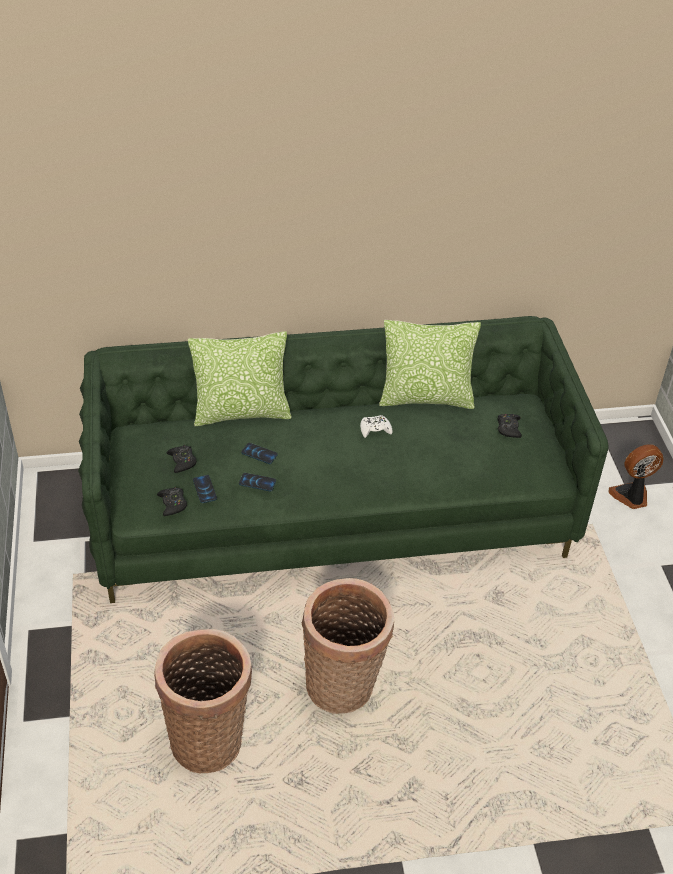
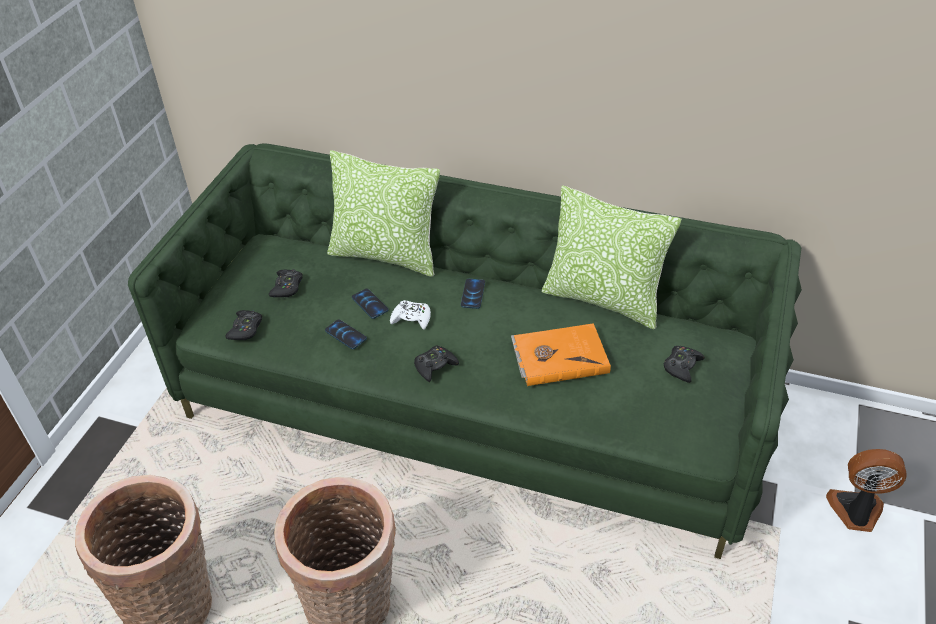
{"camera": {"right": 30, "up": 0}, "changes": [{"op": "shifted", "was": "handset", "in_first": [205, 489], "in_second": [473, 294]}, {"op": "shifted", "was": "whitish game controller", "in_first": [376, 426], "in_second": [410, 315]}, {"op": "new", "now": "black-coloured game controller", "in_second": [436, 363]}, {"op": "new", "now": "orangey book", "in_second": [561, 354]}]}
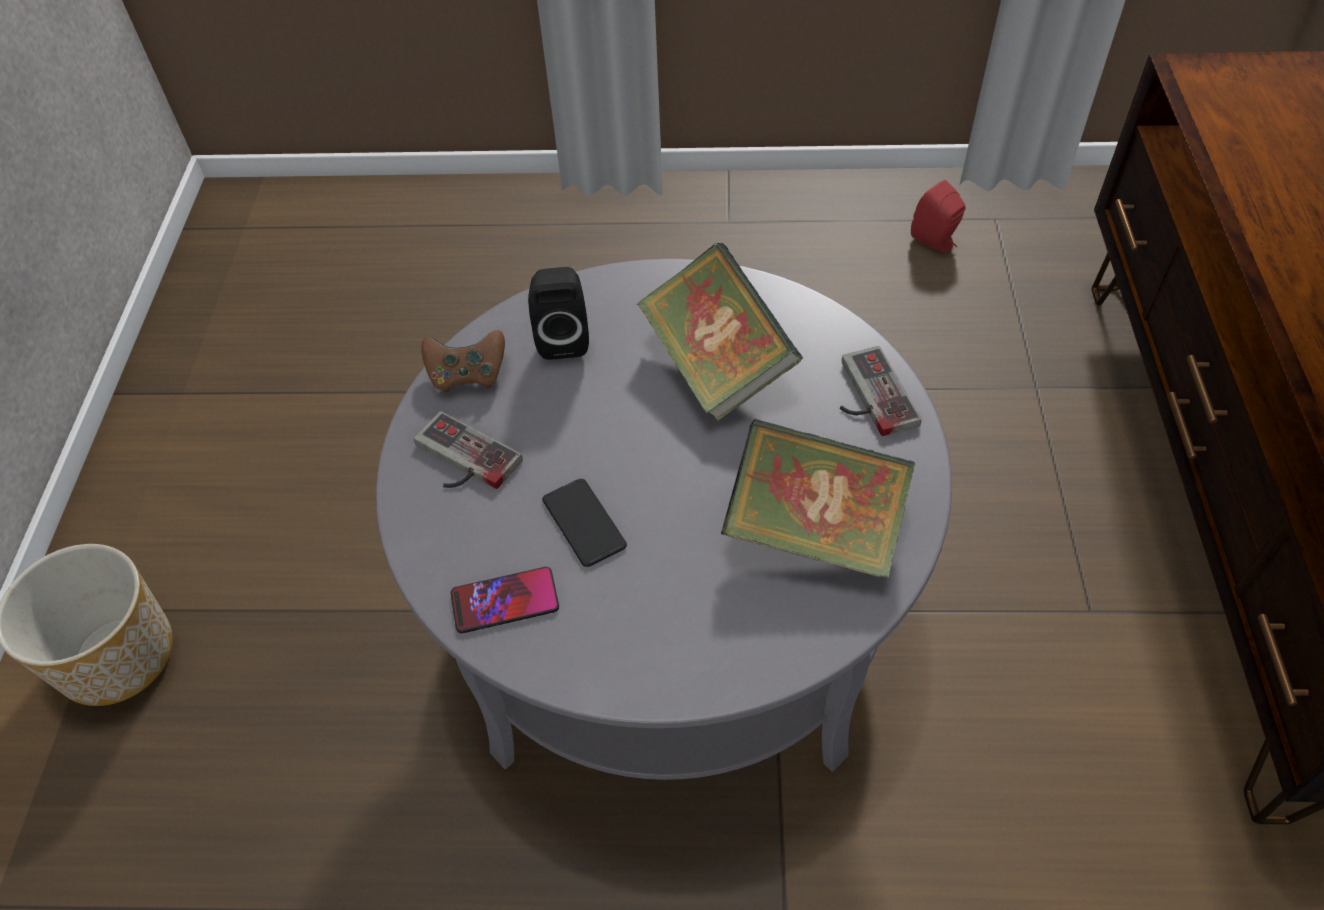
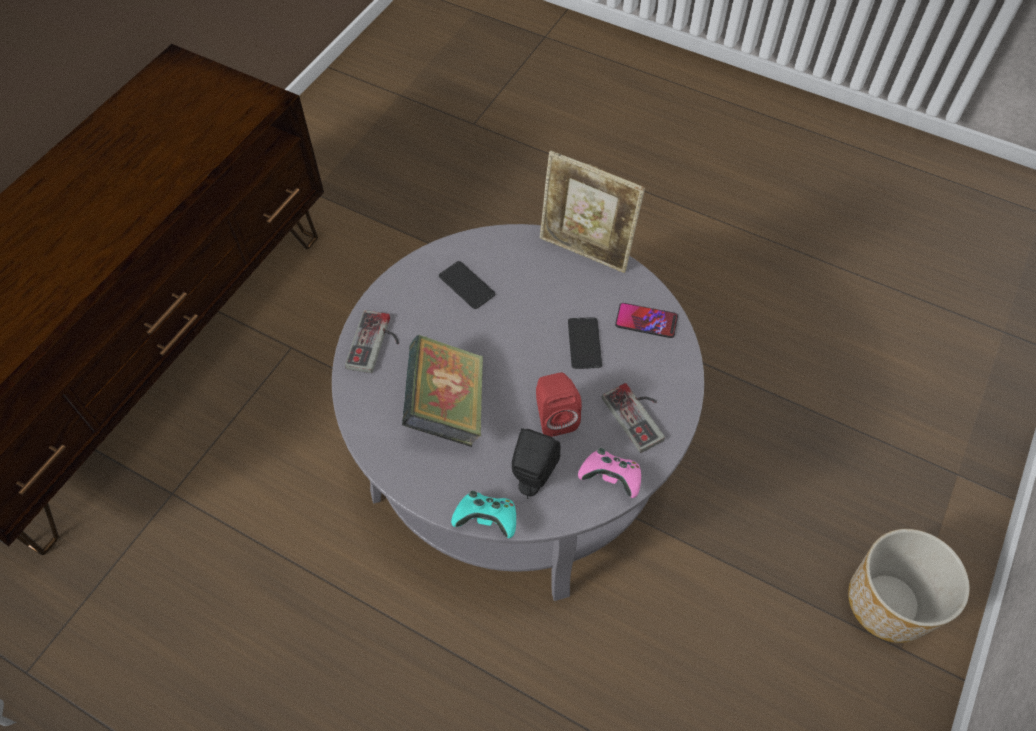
{"camera": {"right": -155, "up": 5}, "changes": [{"op": "repainted", "was": "brown game controller", "now": "pink-coloured game controller", "in_first": [463, 361], "in_second": [609, 473]}, {"op": "swapped", "was": "book", "now": "handset", "in_first": [818, 498], "in_second": [467, 285]}, {"op": "shifted", "was": "red-coloured loudspeaker", "in_first": [938, 215], "in_second": [559, 404]}, {"op": "new", "now": "turquoise game controller", "in_second": [483, 514]}, {"op": "new", "now": "picture frame", "in_second": [592, 212]}]}
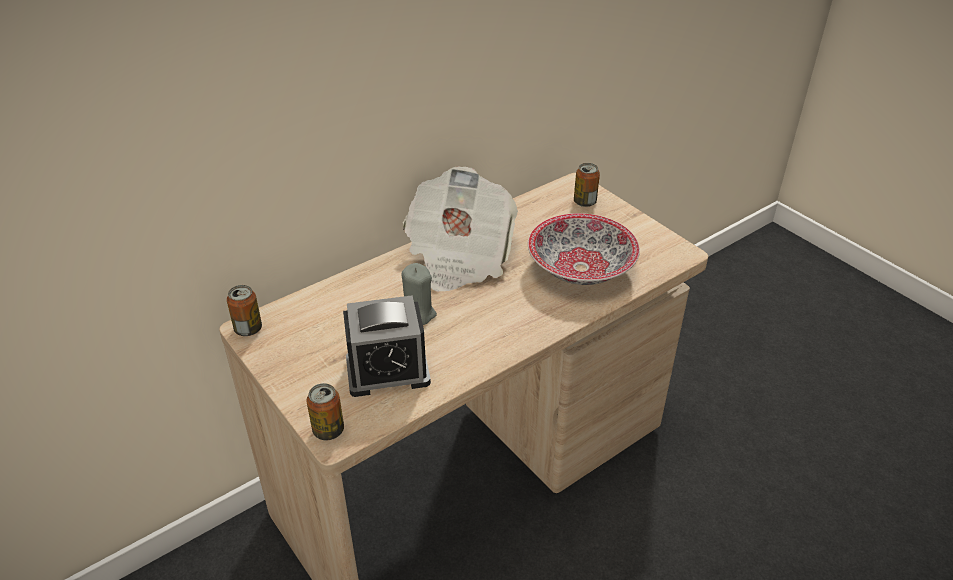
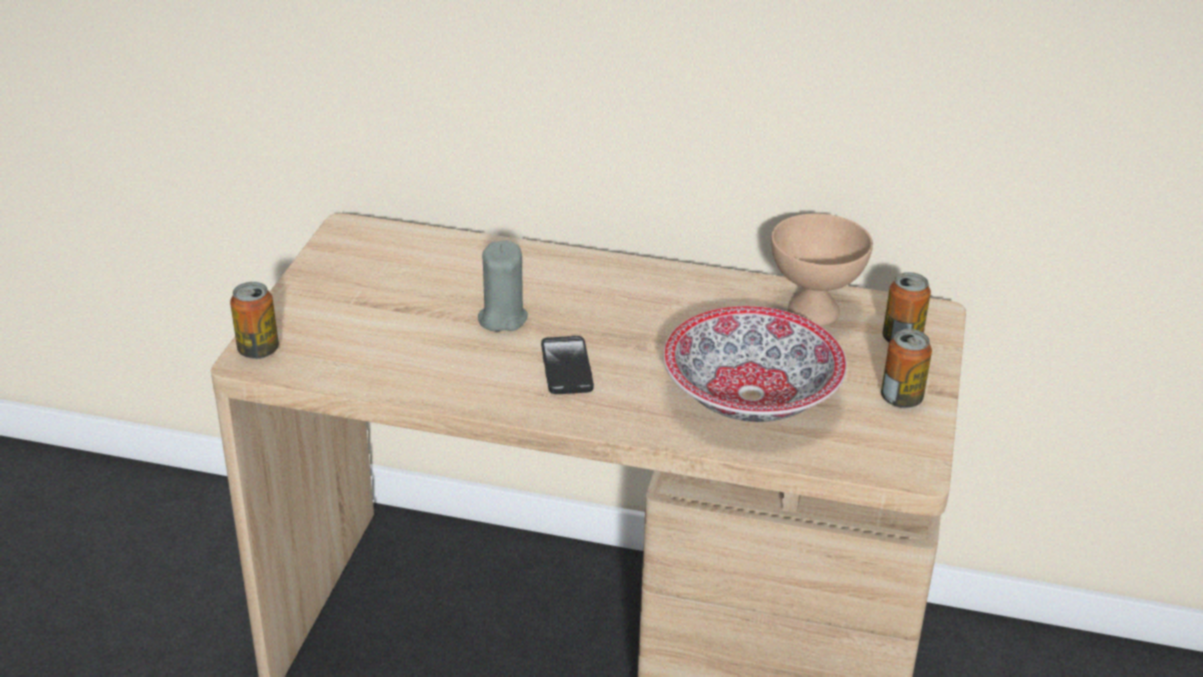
{"camera": {"right": 50, "up": -5}, "changes": [{"op": "shifted", "was": "metal can", "in_first": [244, 310], "in_second": [906, 368]}, {"op": "gone", "was": "table clock", "in_first": [387, 346]}, {"op": "gone", "was": "daily paper", "in_first": [460, 229]}, {"op": "new", "now": "handset", "in_second": [567, 365]}, {"op": "new", "now": "beige-coloured serving bowl", "in_second": [822, 269]}]}
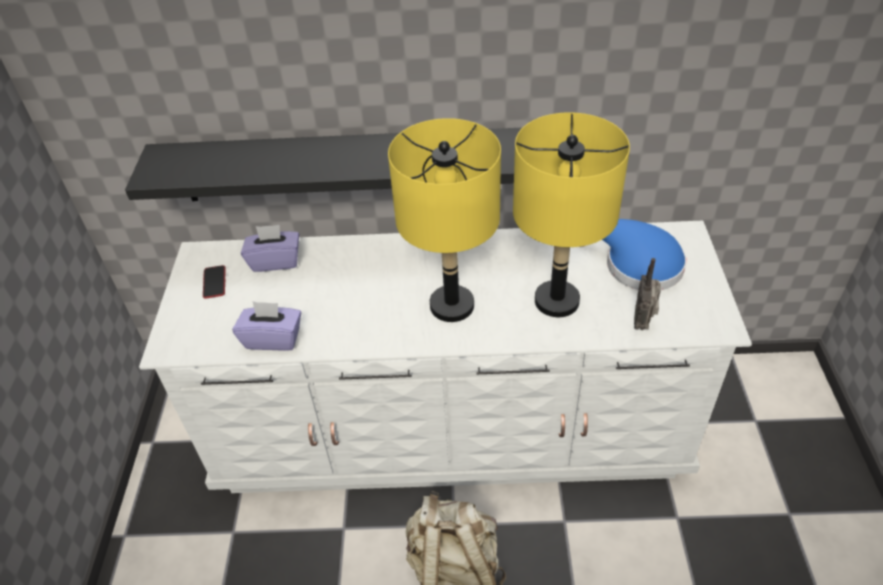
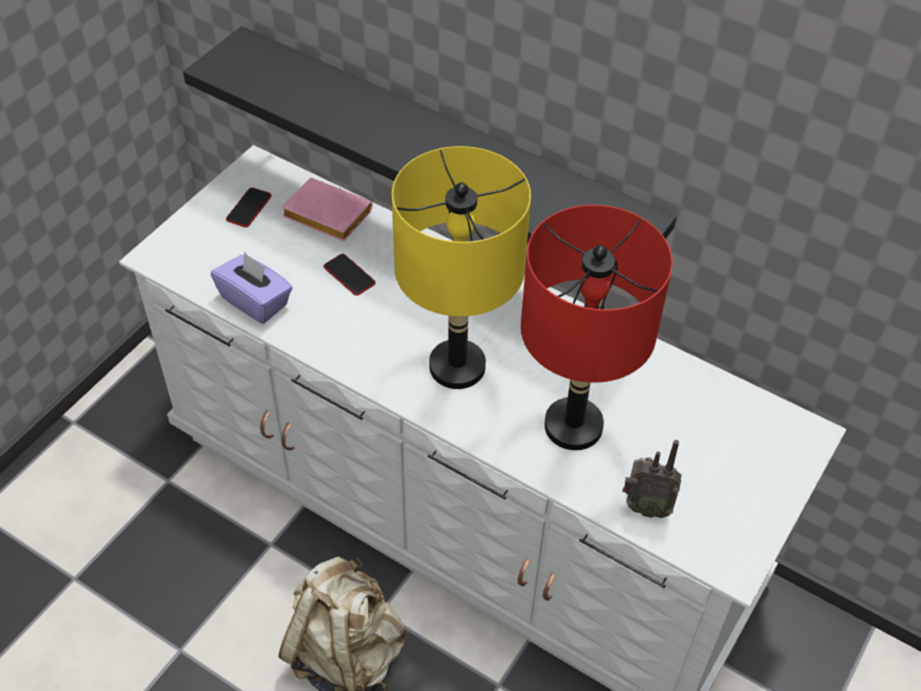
{"camera": {"right": 30, "up": 5}, "changes": [{"op": "swapped", "was": "purplish tissue holder", "now": "pink-coloured book", "in_first": [270, 248], "in_second": [327, 210]}, {"op": "repainted", "was": "yellowish tabletop lamp", "now": "red-coloured tabletop lamp", "in_first": [571, 214], "in_second": [597, 327]}, {"op": "gone", "was": "bluish hat", "in_first": [633, 254]}, {"op": "rotated", "was": "radio", "in_first": [647, 294], "in_second": [652, 479], "clockwise": -120}, {"op": "new", "now": "handset", "in_second": [350, 275]}]}
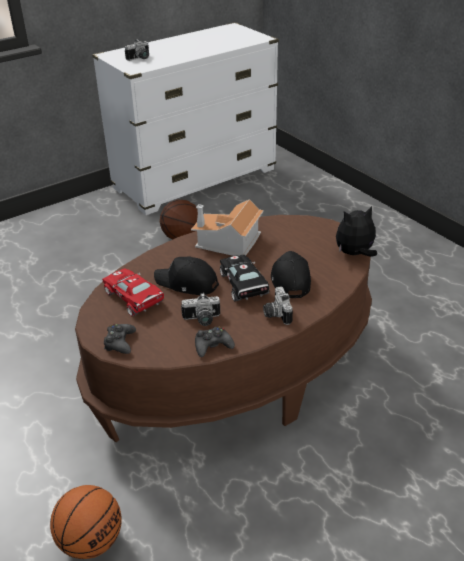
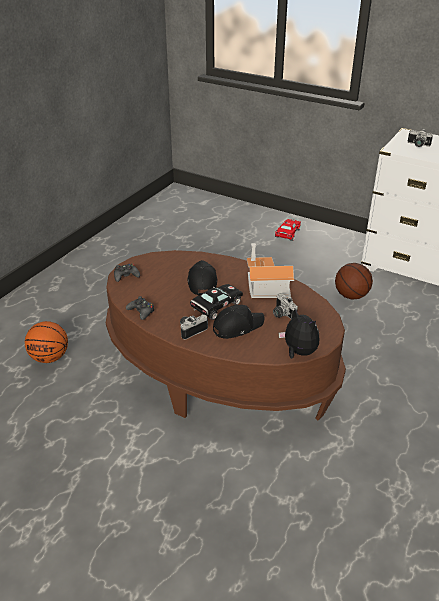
{"camera": {"right": 65, "up": 0}, "changes": [{"op": "shifted", "was": "red-coloured miniature car", "in_first": [133, 292], "in_second": [288, 230]}, {"op": "shifted", "was": "still camera", "in_first": [200, 309], "in_second": [285, 306]}]}
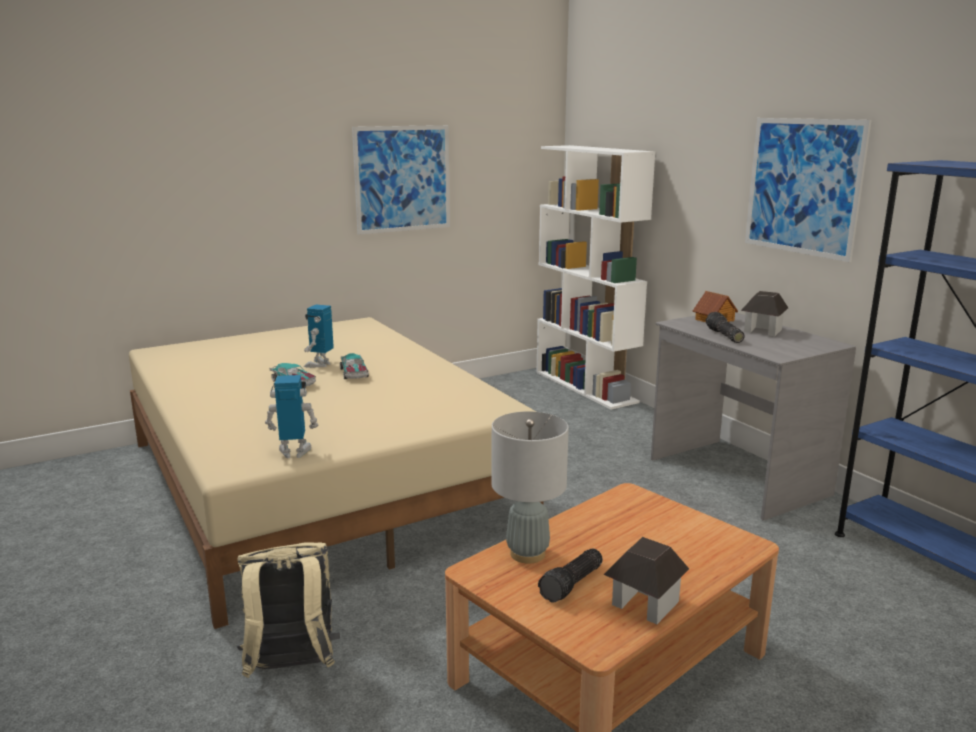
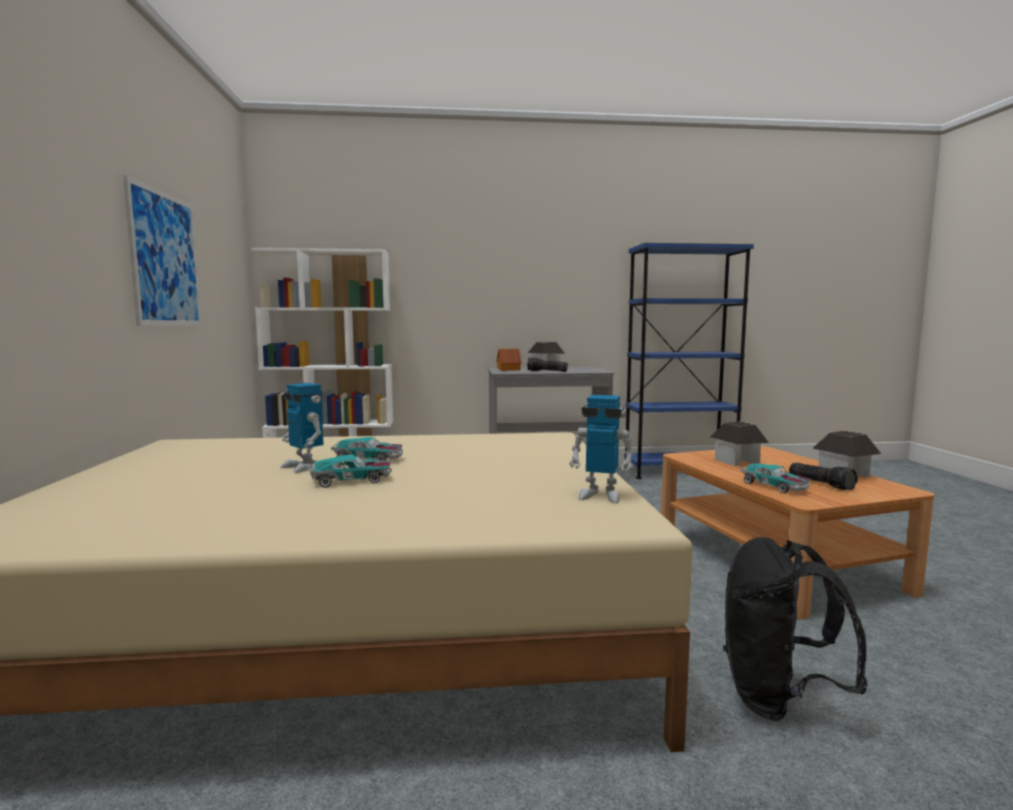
{"camera": {"right": -65, "up": -10}, "changes": [{"op": "repainted", "was": "beige-coloured rucksack", "now": "black-coloured rucksack", "in_first": [288, 610], "in_second": [795, 629]}, {"op": "rotated", "was": "toy robot", "in_first": [291, 416], "in_second": [601, 449], "clockwise": -90}, {"op": "swapped", "was": "gray tabletop lamp", "now": "miniature car", "in_first": [530, 487], "in_second": [775, 478]}, {"op": "gone", "was": "picture", "in_first": [808, 190]}, {"op": "new", "now": "model house", "in_second": [739, 444]}]}
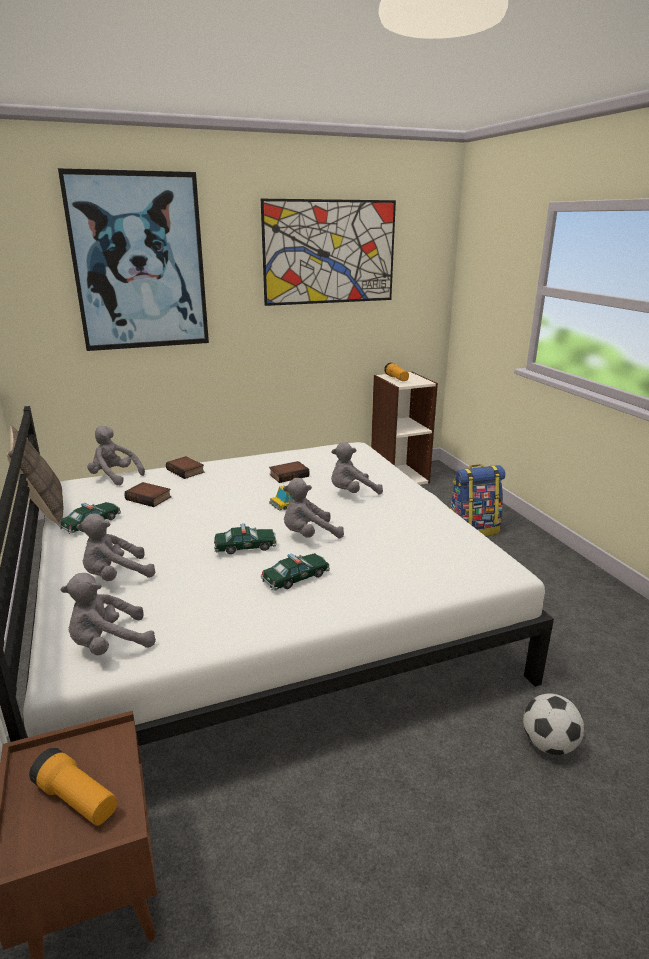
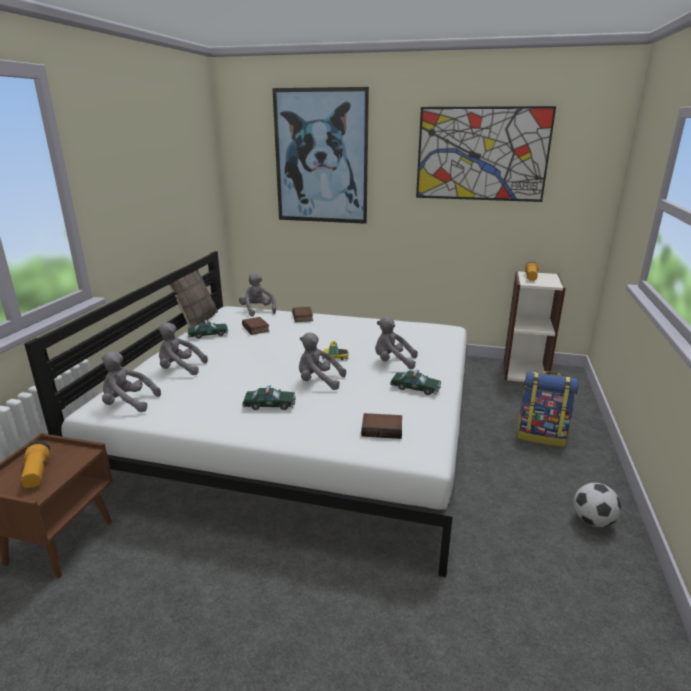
{"camera": {"right": 35, "up": 0}, "changes": [{"op": "shifted", "was": "miniature car", "in_first": [245, 539], "in_second": [415, 382]}, {"op": "shifted", "was": "book", "in_first": [289, 472], "in_second": [381, 426]}, {"op": "shifted", "was": "football", "in_first": [553, 724], "in_second": [597, 505]}]}
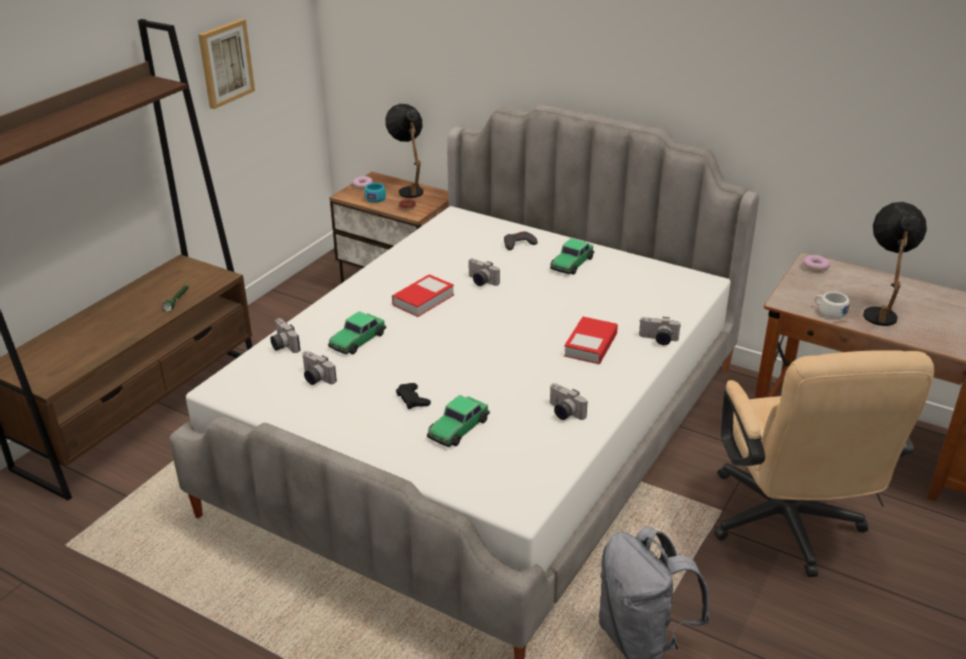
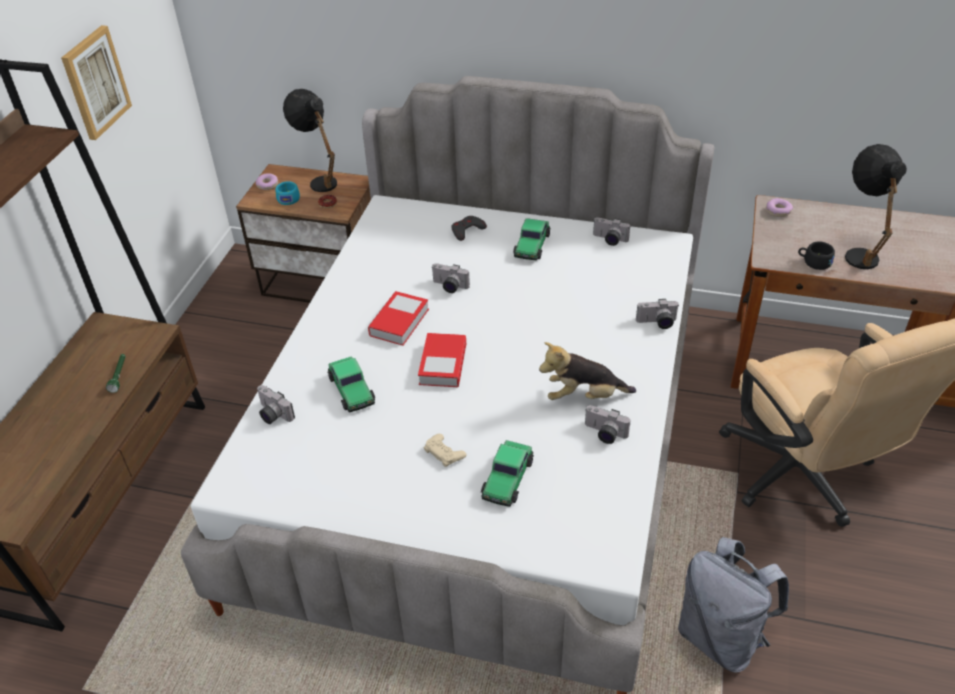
{"camera": {"right": -15, "up": 10}, "changes": [{"op": "shifted", "was": "still camera", "in_first": [319, 368], "in_second": [611, 231]}, {"op": "rotated", "was": "miniature car", "in_first": [357, 333], "in_second": [351, 384], "clockwise": -45}, {"op": "repainted", "was": "black-coloured game controller", "now": "beige-coloured game controller", "in_first": [413, 396], "in_second": [445, 450]}, {"op": "shifted", "was": "book", "in_first": [591, 340], "in_second": [442, 360]}, {"op": "repainted", "was": "whitish cup", "now": "black-coloured cup", "in_first": [832, 304], "in_second": [816, 256]}, {"op": "new", "now": "soft toy", "in_second": [587, 371]}]}
